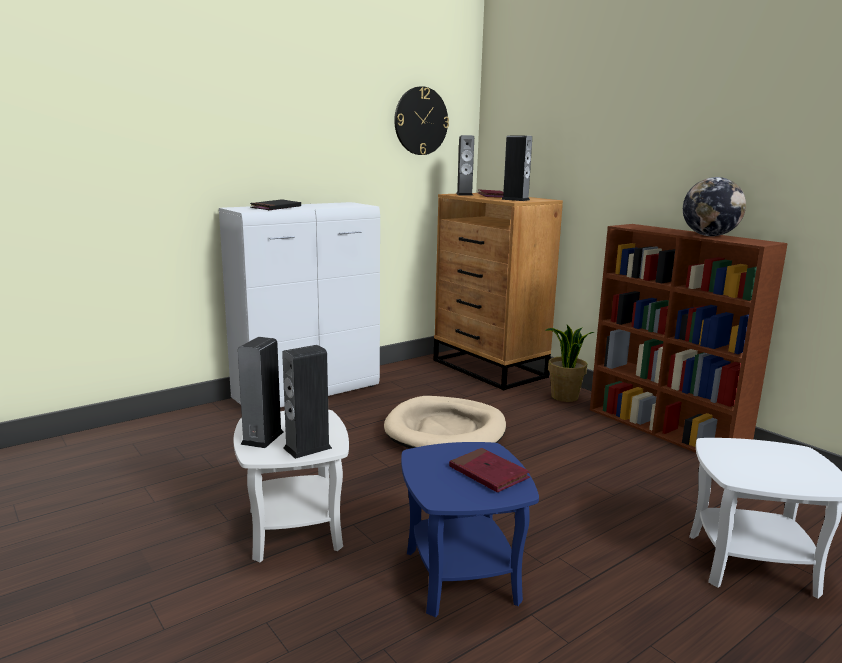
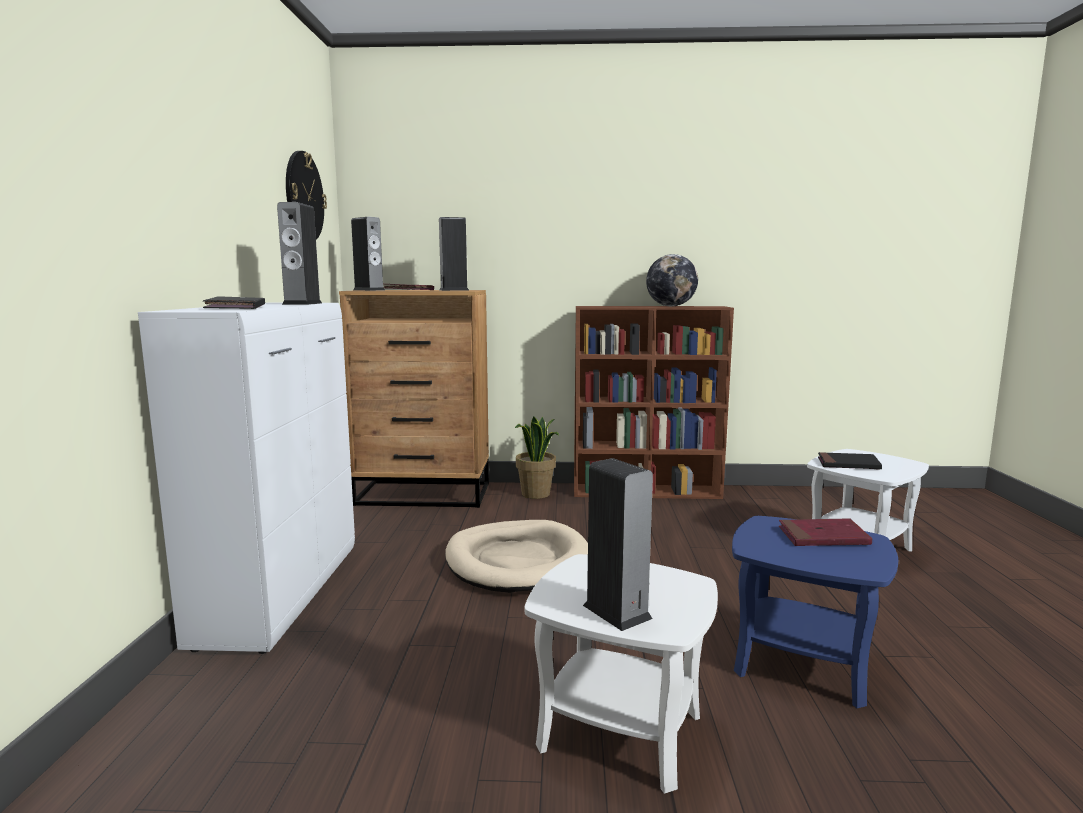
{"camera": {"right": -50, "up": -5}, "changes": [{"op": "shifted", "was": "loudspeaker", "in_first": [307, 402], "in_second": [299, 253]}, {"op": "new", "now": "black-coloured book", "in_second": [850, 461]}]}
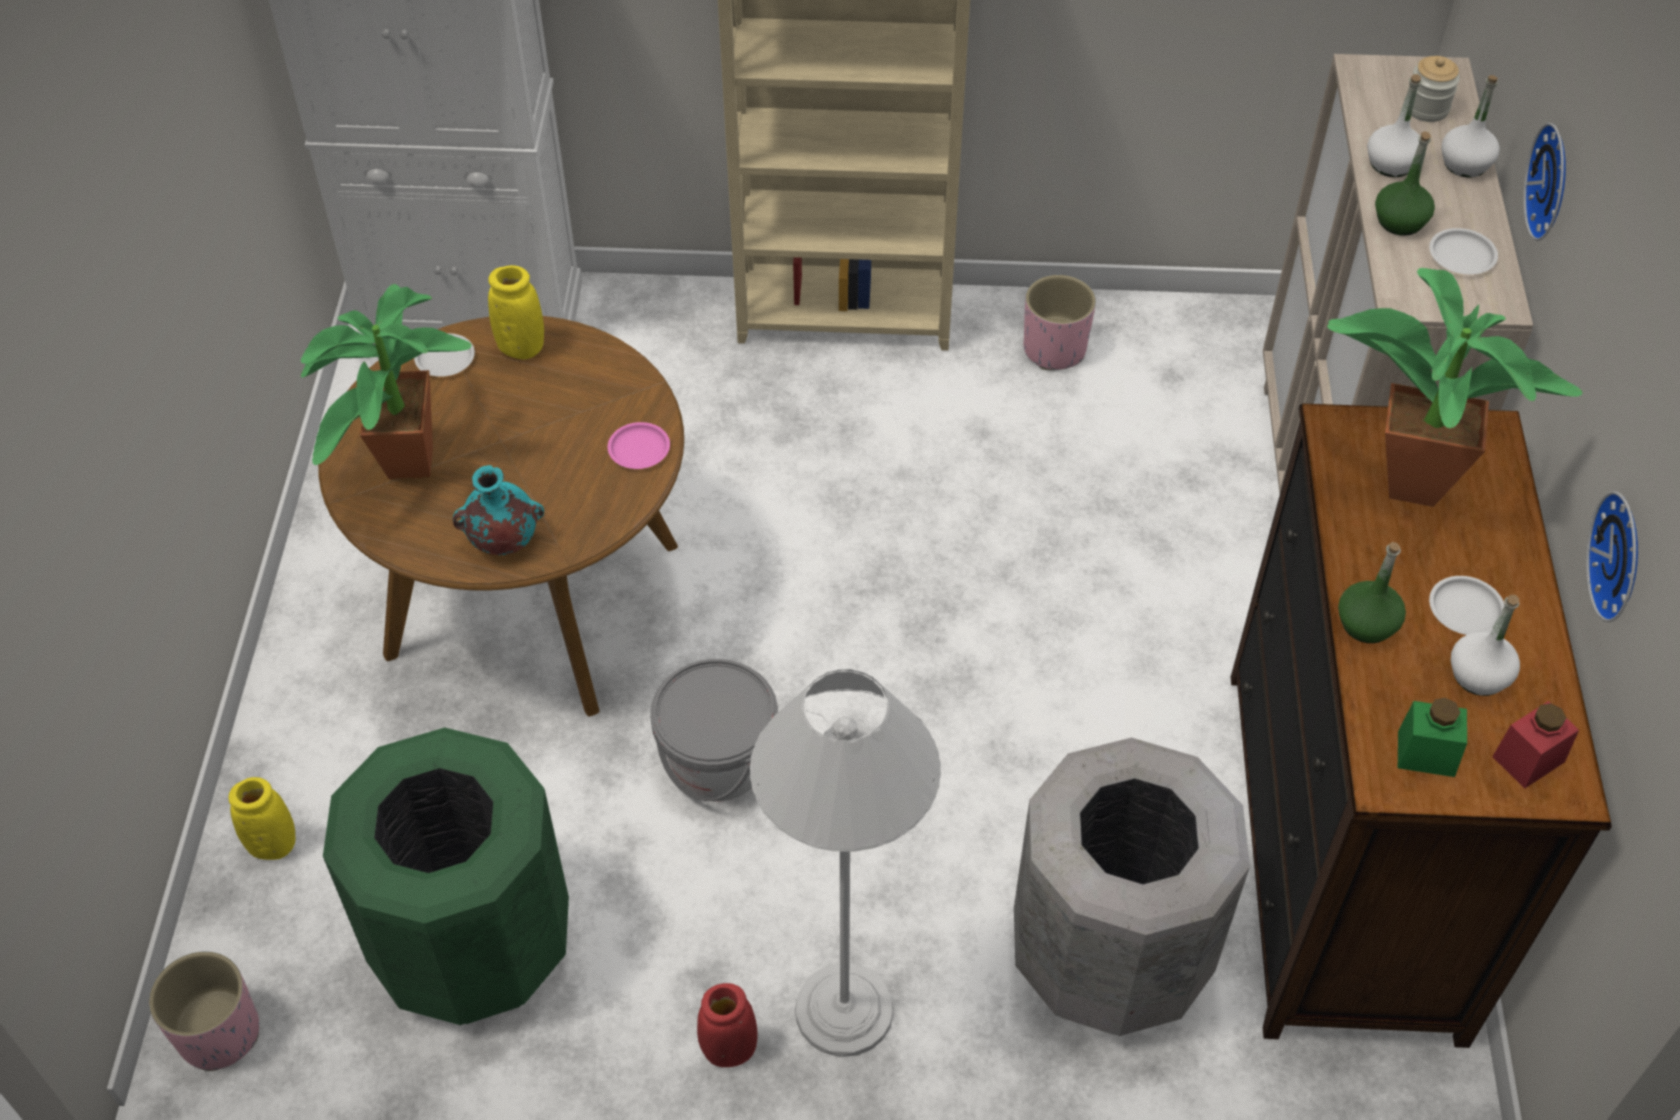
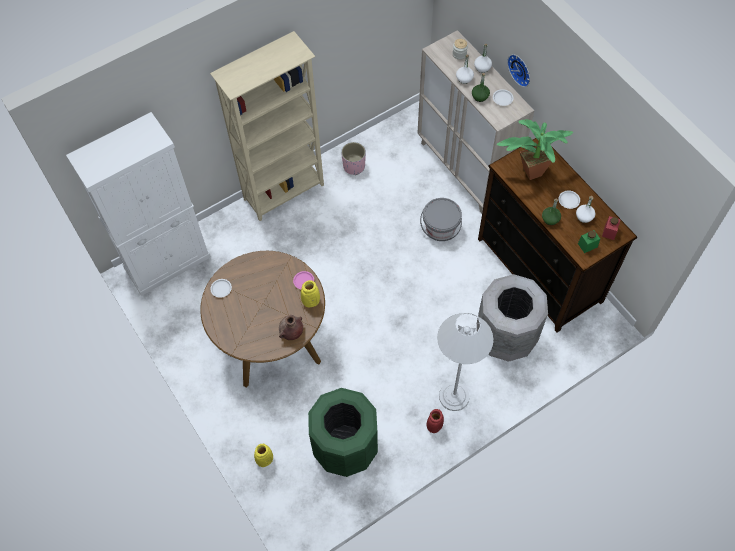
{"camera": {"right": -35, "up": 10}, "changes": [{"op": "gone", "was": "pink-coloured flower pot", "in_first": [204, 1011]}, {"op": "gone", "was": "houseplant", "in_first": [386, 381]}, {"op": "repainted", "was": "turquoise flower vase", "now": "brown flower vase", "in_first": [498, 510], "in_second": [291, 327]}, {"op": "shifted", "was": "yellowish flower vase", "in_first": [516, 312], "in_second": [310, 293]}, {"op": "shifted", "was": "gray pail", "in_first": [714, 730], "in_second": [441, 219]}, {"op": "gone", "was": "clock on the wall", "in_first": [1612, 556]}]}
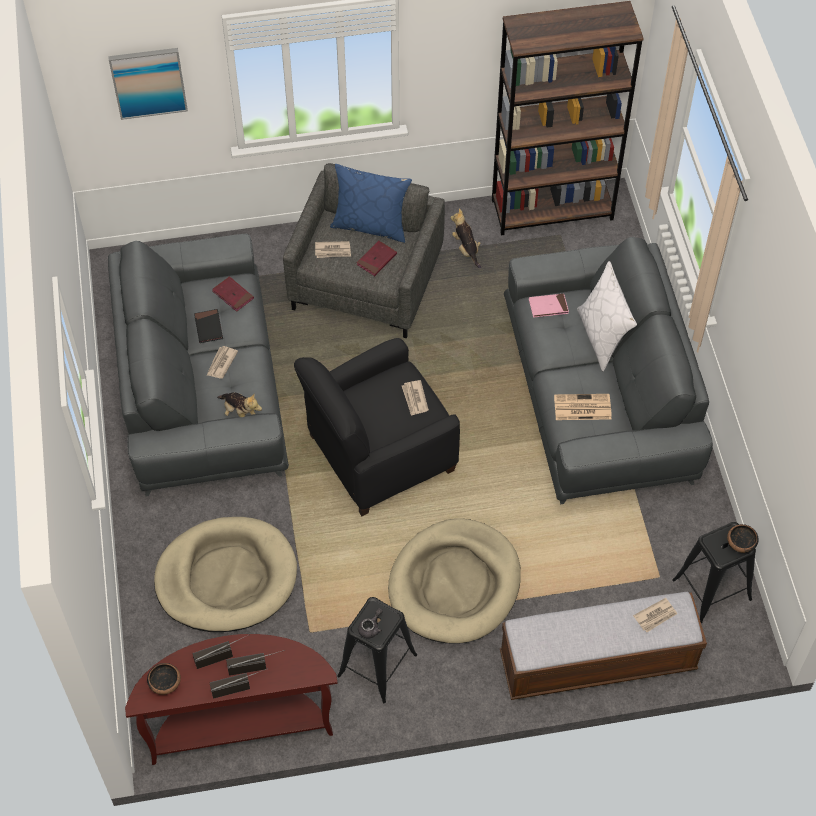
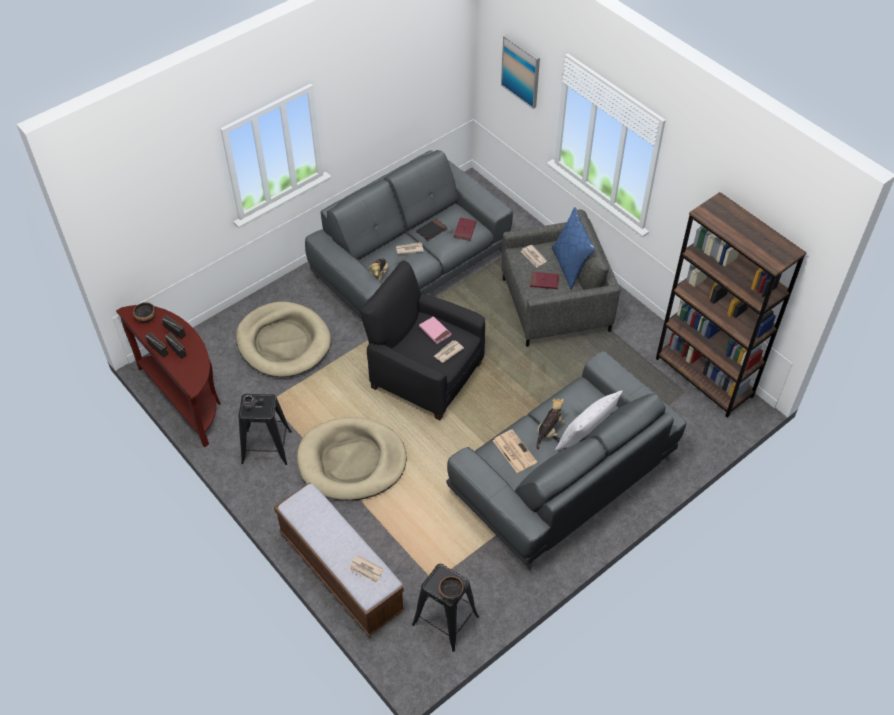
{"camera": {"right": 60, "up": -5}, "changes": [{"op": "shifted", "was": "soft toy", "in_first": [466, 238], "in_second": [551, 423]}, {"op": "shifted", "was": "pink-coloured book", "in_first": [549, 305], "in_second": [435, 330]}]}
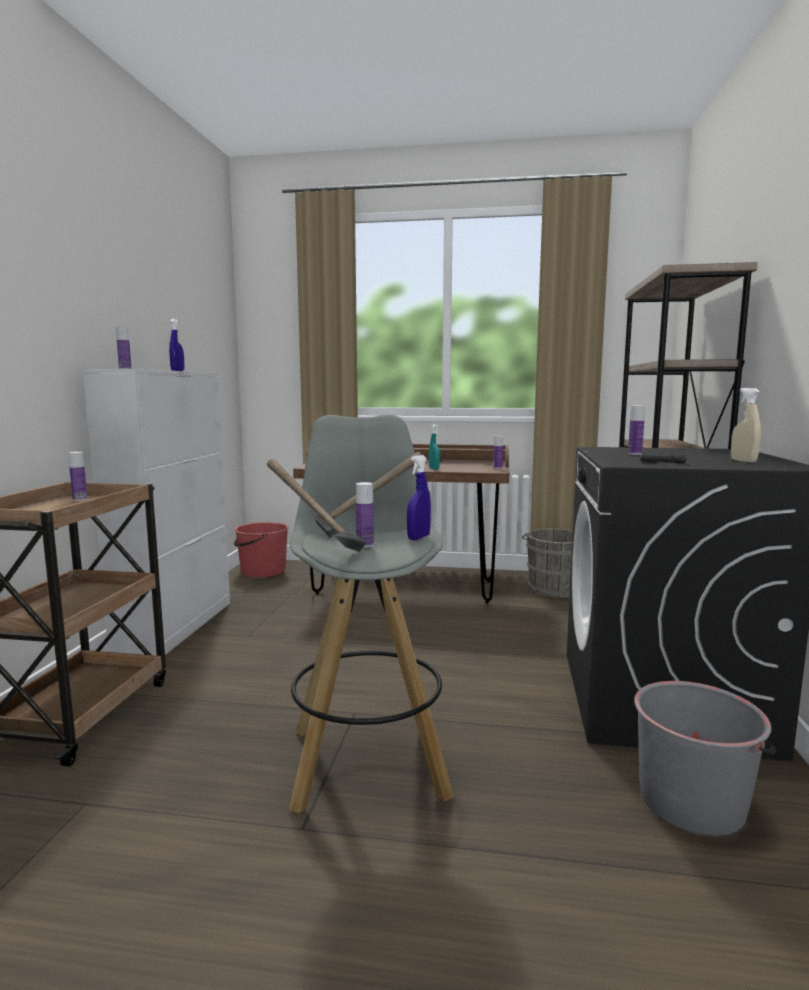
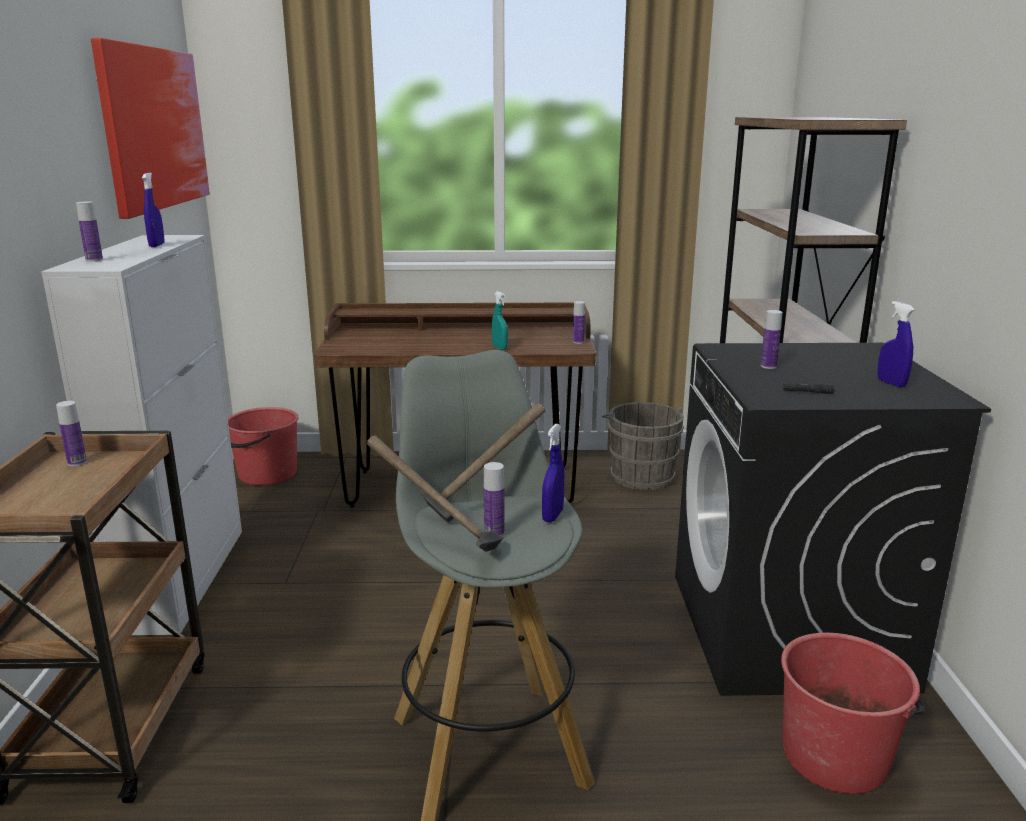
{"camera": {"right": -10, "up": 10}, "changes": [{"op": "repainted", "was": "gray pail", "now": "red-coloured pail", "in_first": [705, 758], "in_second": [852, 713]}, {"op": "repainted", "was": "beige-coloured hand sprayer", "now": "bluish hand sprayer", "in_first": [746, 425], "in_second": [896, 344]}, {"op": "new", "now": "picture", "in_second": [150, 128]}]}
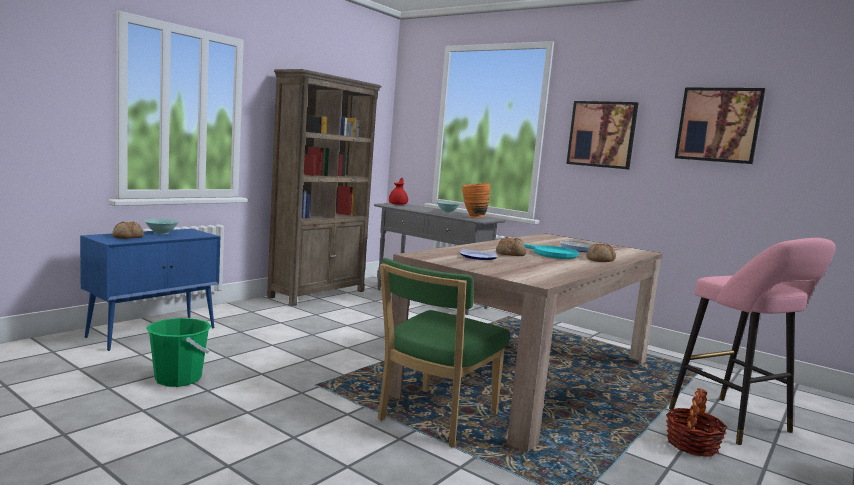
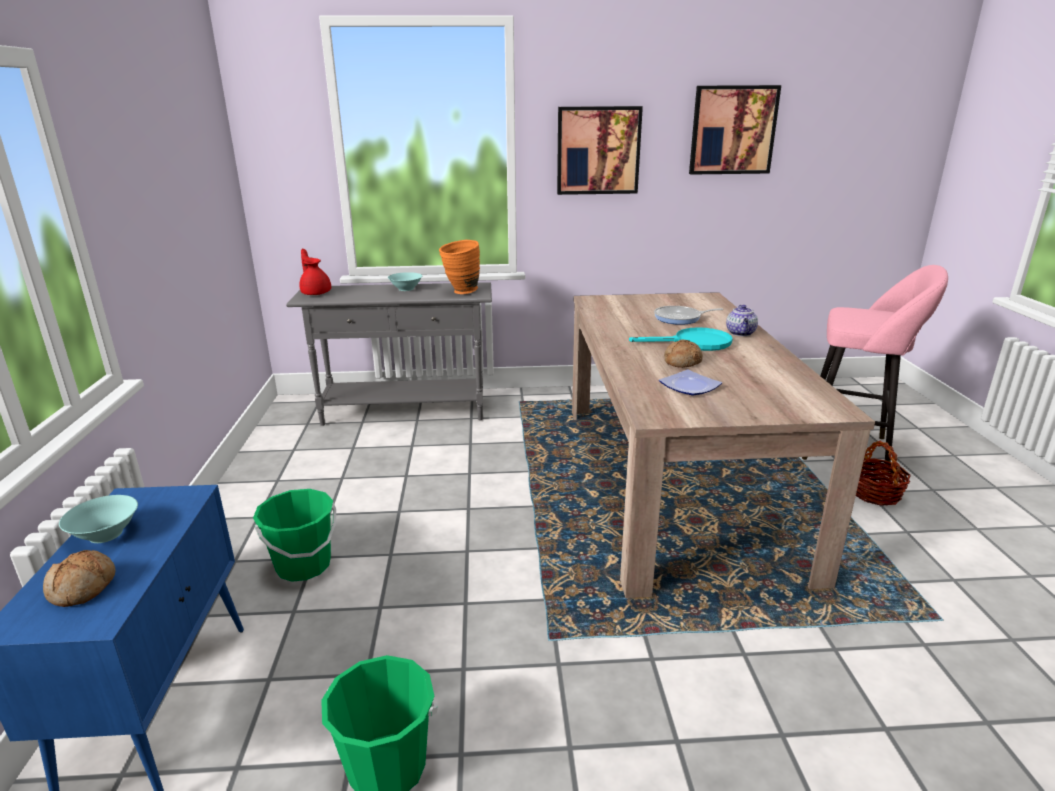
{"camera": {"right": -40, "up": 15}, "changes": [{"op": "gone", "was": "brown bookcase", "in_first": [324, 187]}, {"op": "gone", "was": "green-coloured plain chair", "in_first": [443, 352]}, {"op": "swapped", "was": "bread", "now": "teapot", "in_first": [601, 253], "in_second": [742, 320]}, {"op": "new", "now": "green-coloured pail", "in_second": [294, 535]}]}
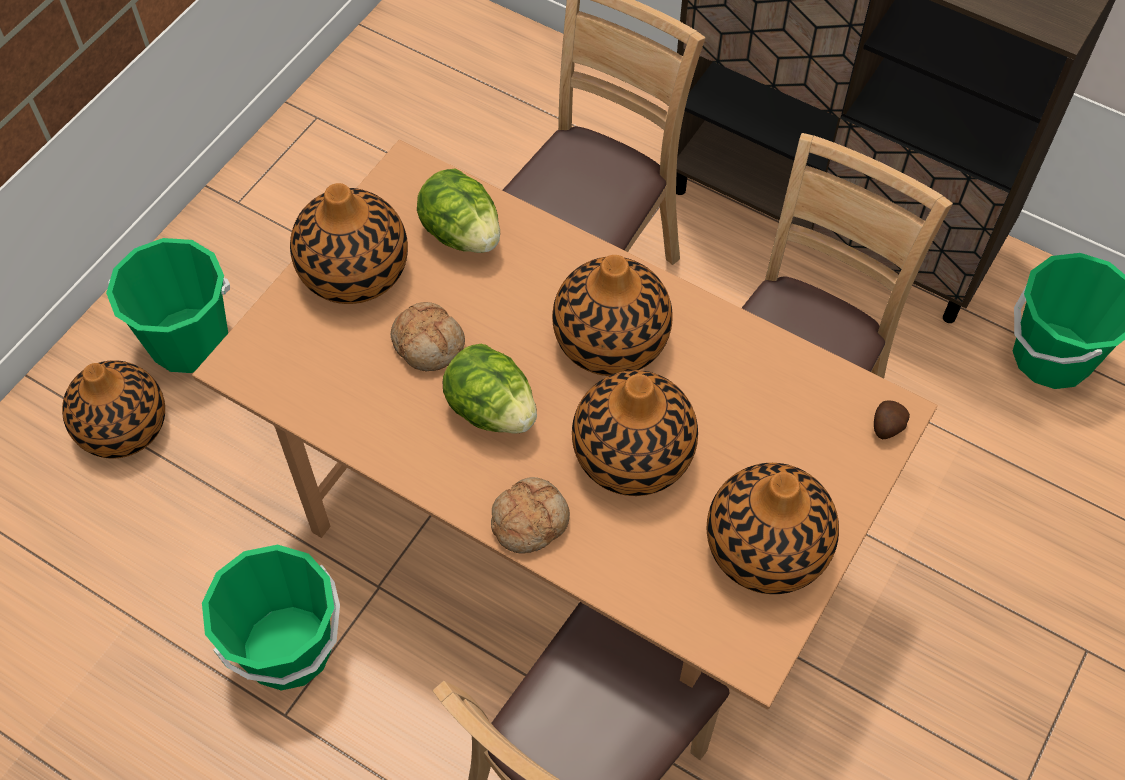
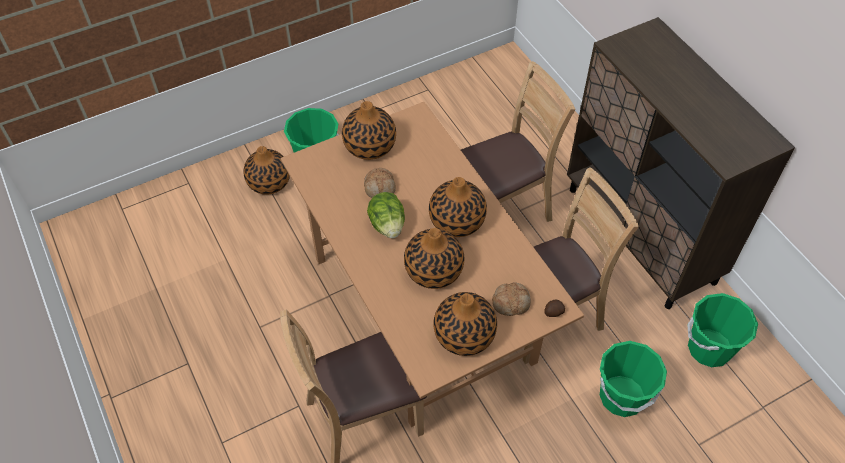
{"camera": {"right": 30, "up": -5}, "changes": [{"op": "shifted", "was": "green-coloured pail", "in_first": [271, 617], "in_second": [633, 379]}, {"op": "gone", "was": "lettuce", "in_first": [458, 211]}, {"op": "shifted", "was": "bread", "in_first": [530, 515], "in_second": [511, 299]}]}
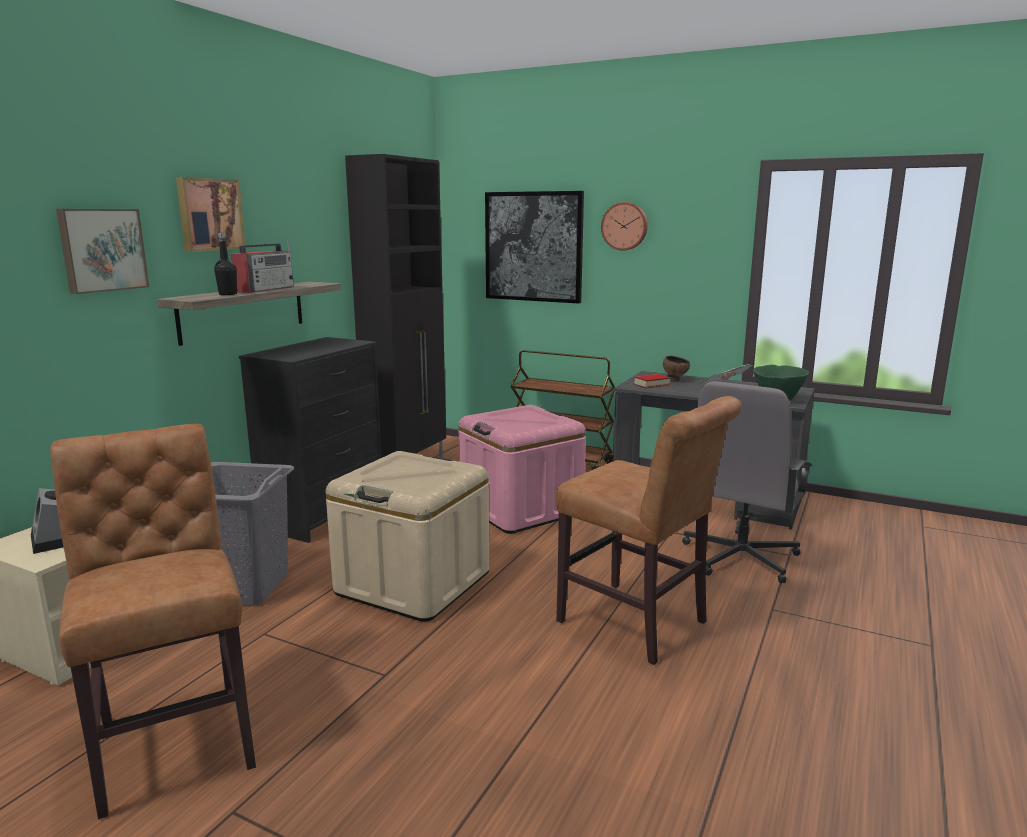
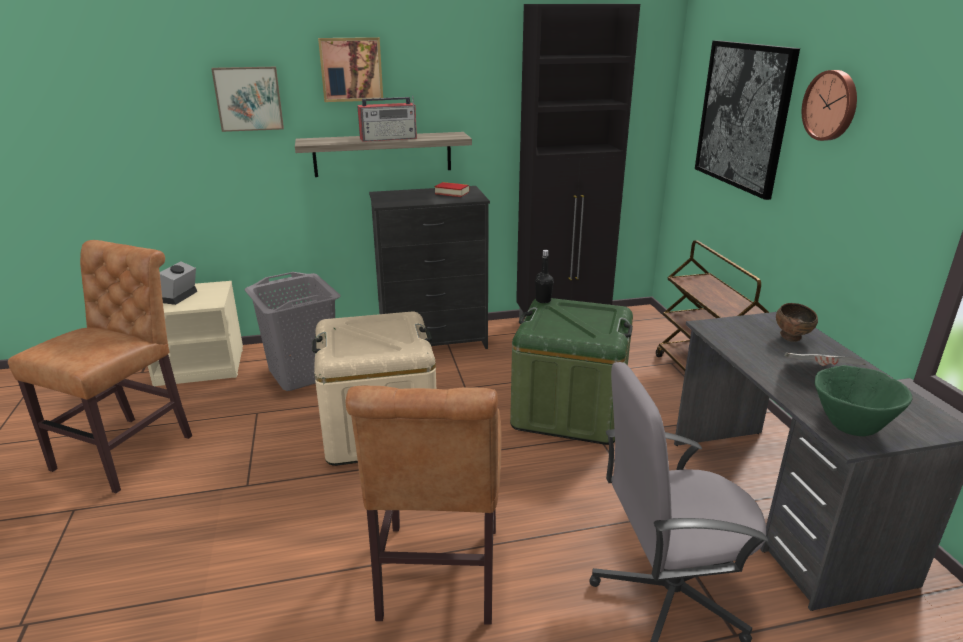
{"camera": {"right": 50, "up": 10}, "changes": [{"op": "shifted", "was": "black-coloured drink bottle", "in_first": [226, 264], "in_second": [544, 276]}, {"op": "repainted", "was": "pink-coloured storage box", "now": "green-coloured storage box", "in_first": [522, 469], "in_second": [571, 371]}, {"op": "shifted", "was": "book", "in_first": [652, 381], "in_second": [452, 189]}]}
